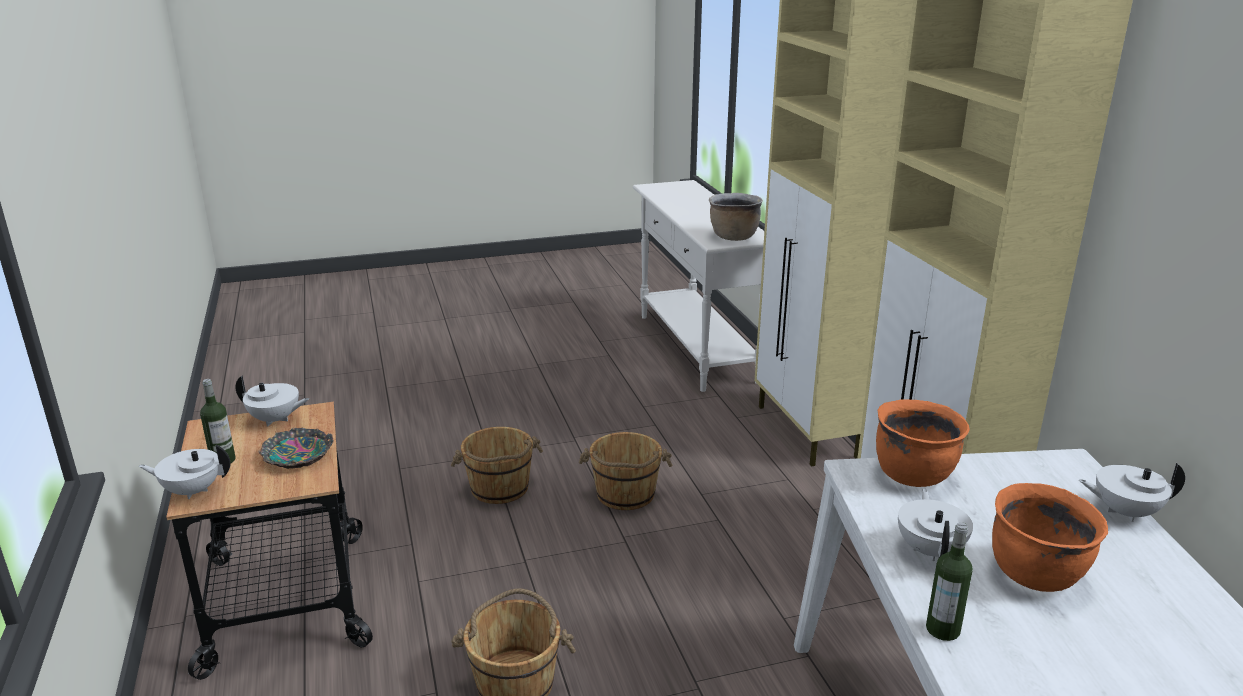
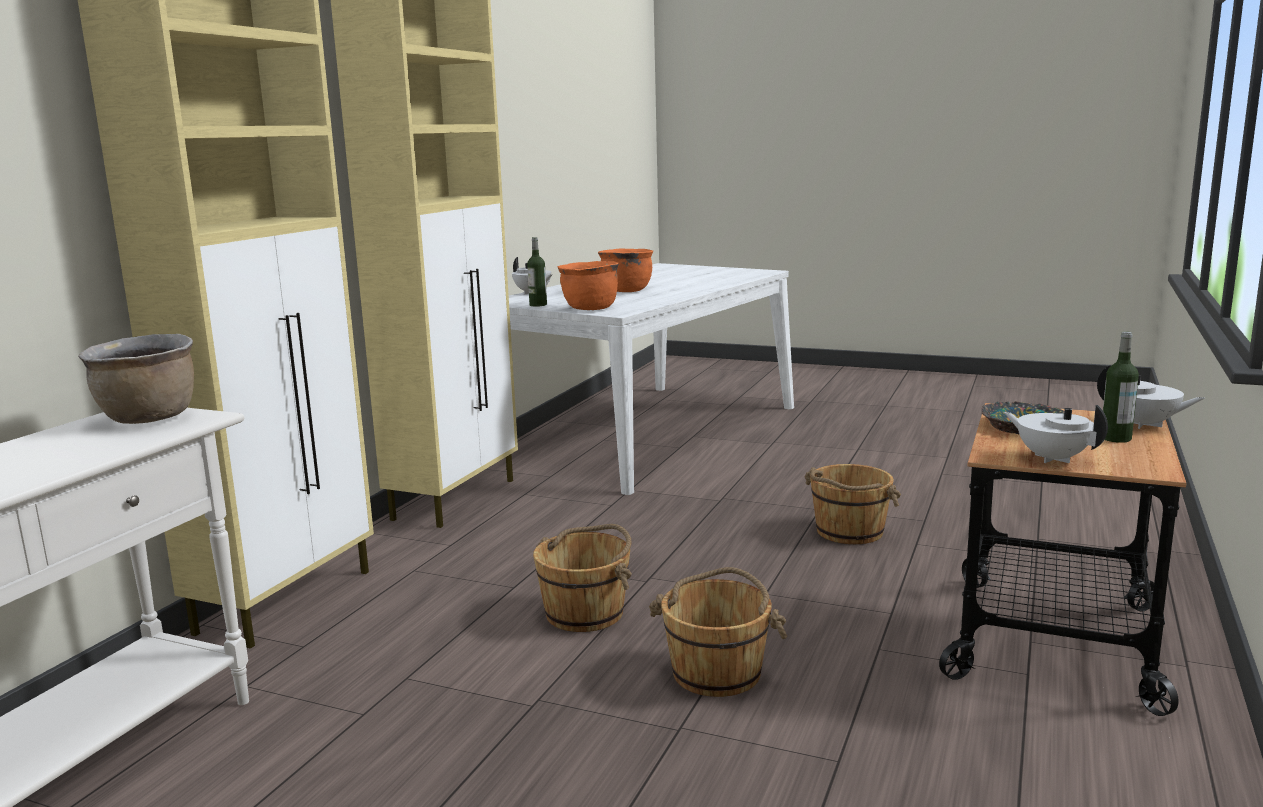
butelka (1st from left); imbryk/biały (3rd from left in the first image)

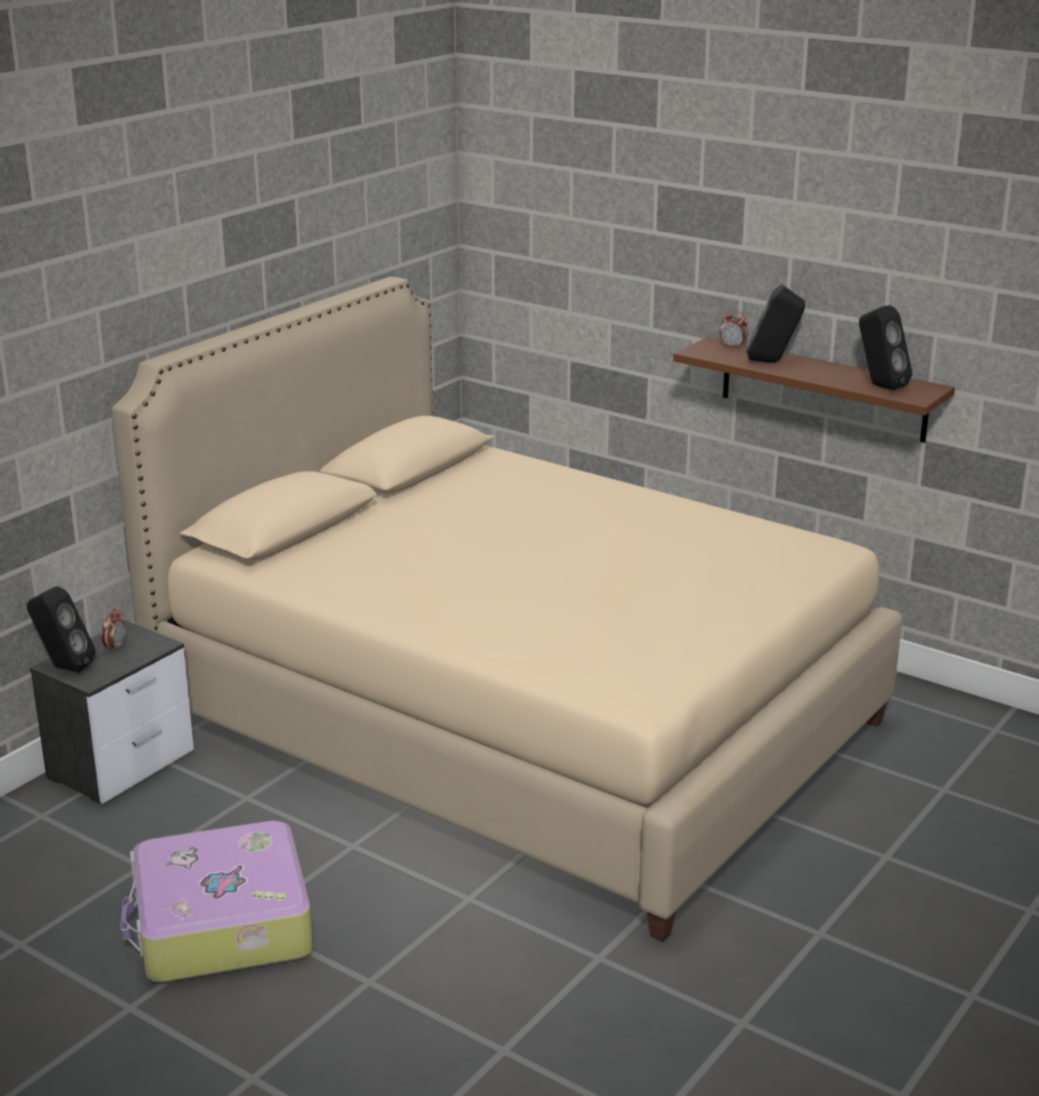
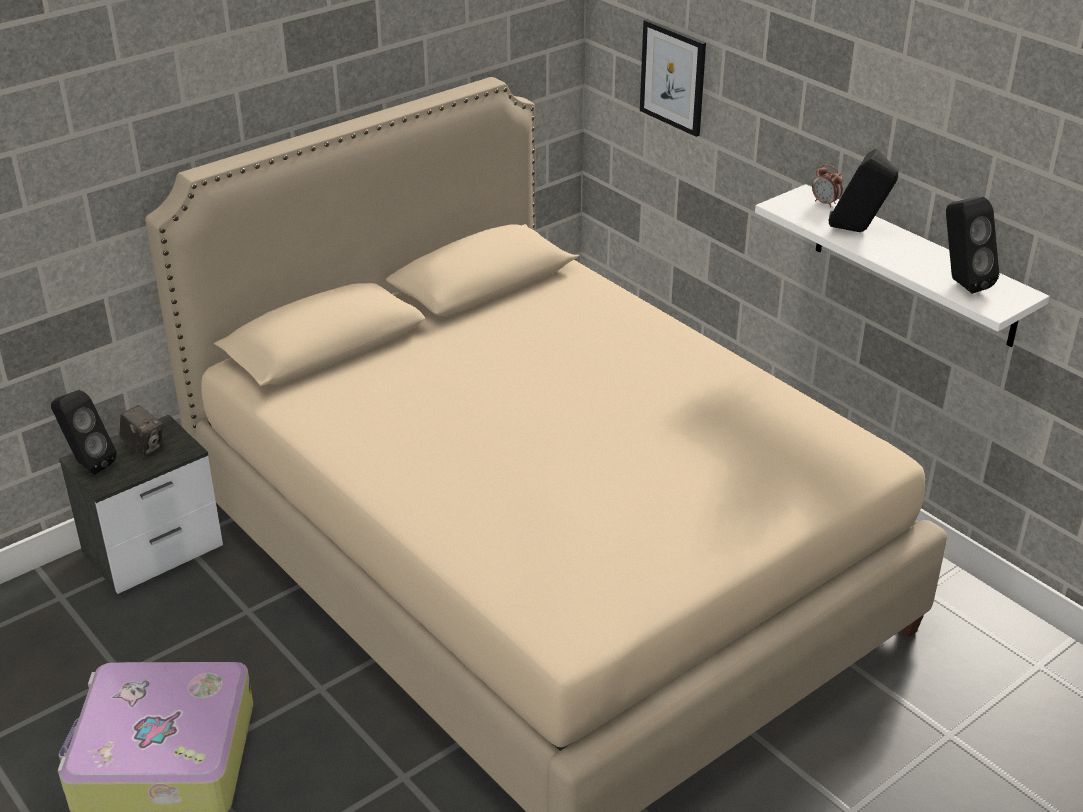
aparat fotograficzny; obraz; półka/biały

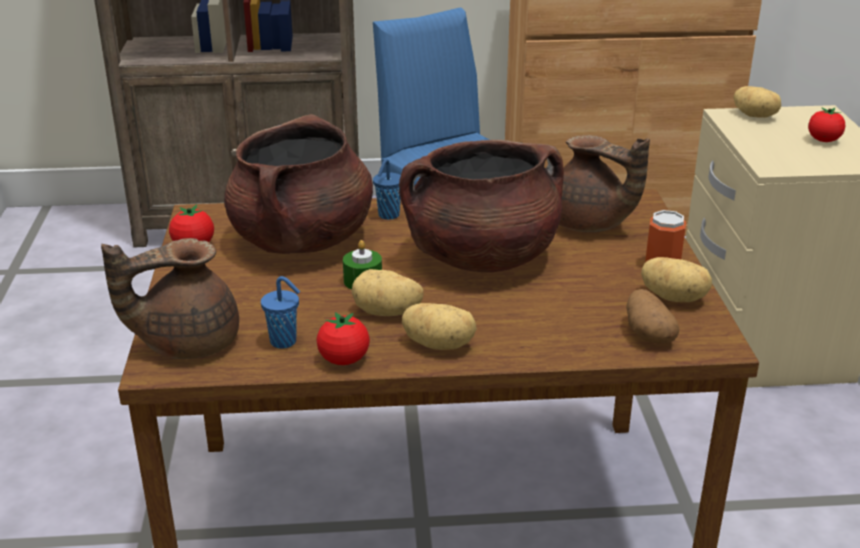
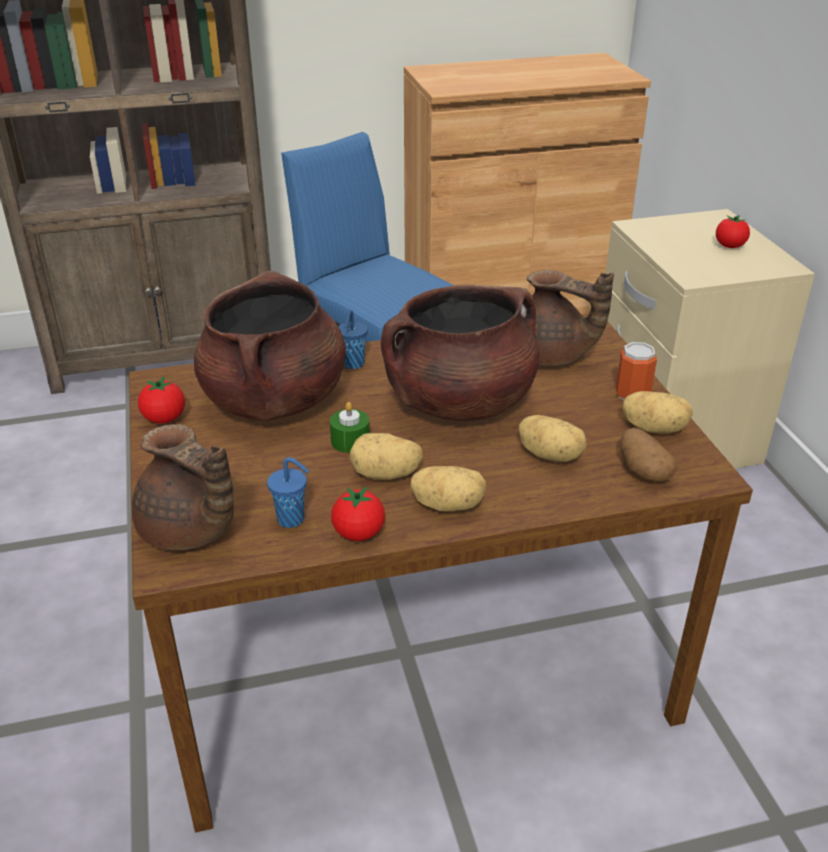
imbryk/brązowy (1st from left); ziemniak (3rd from left)

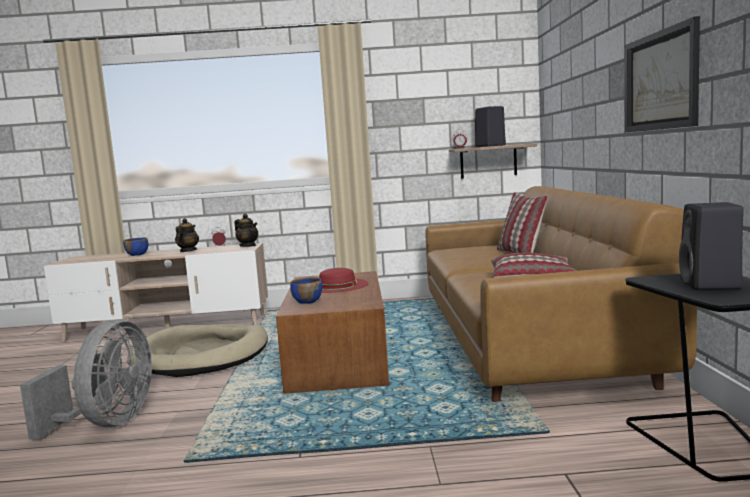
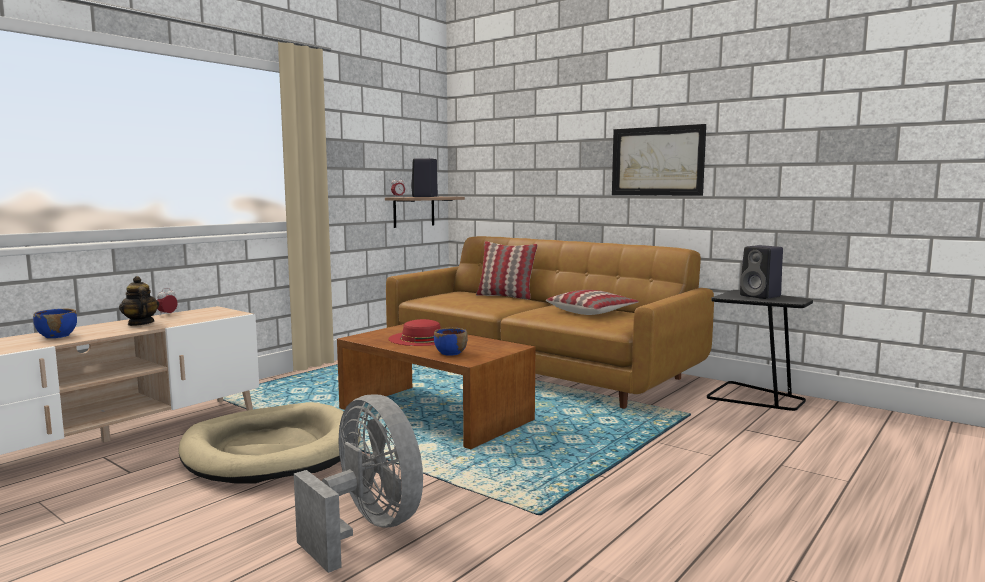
imbryk (2nd from left in the first image)

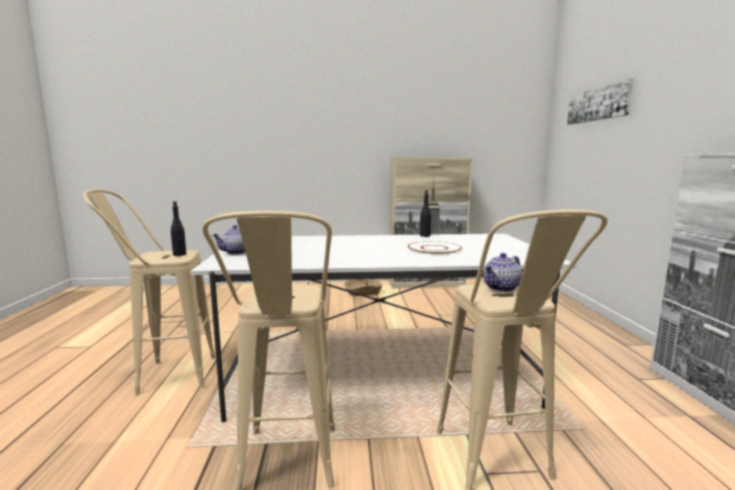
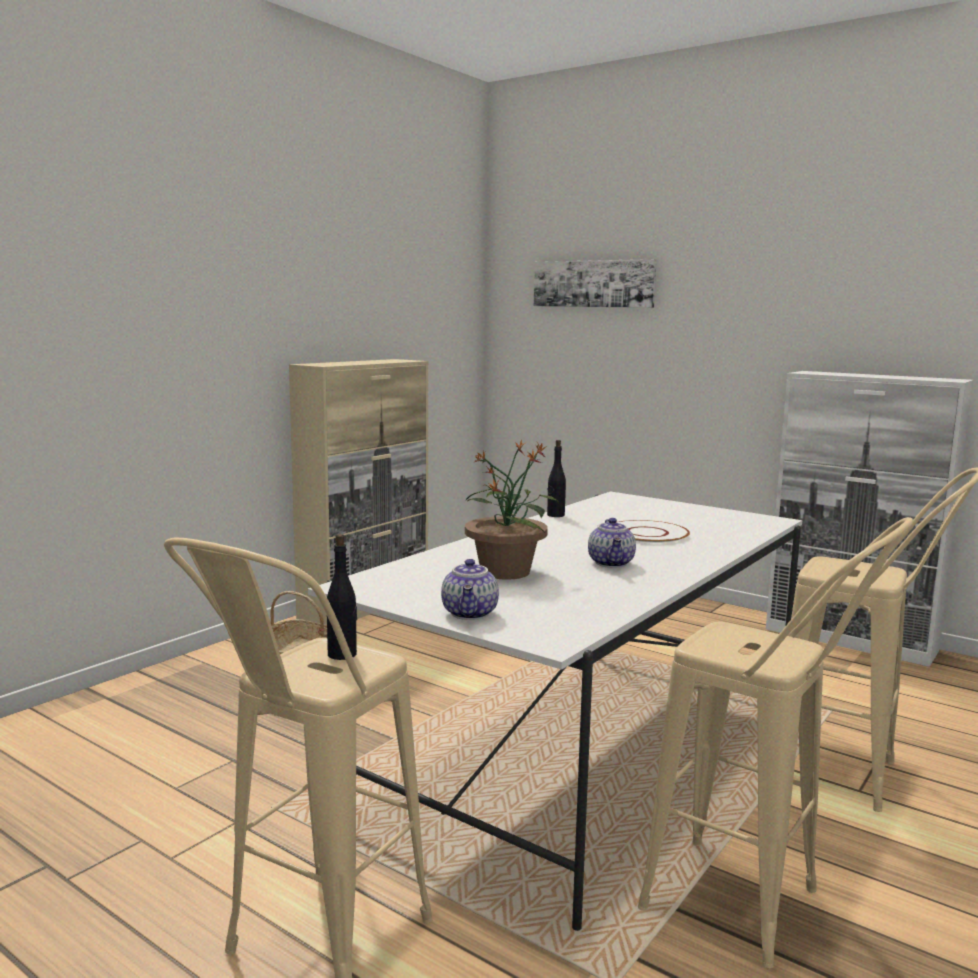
roślina doniczkowa; imbryk (2nd from left)

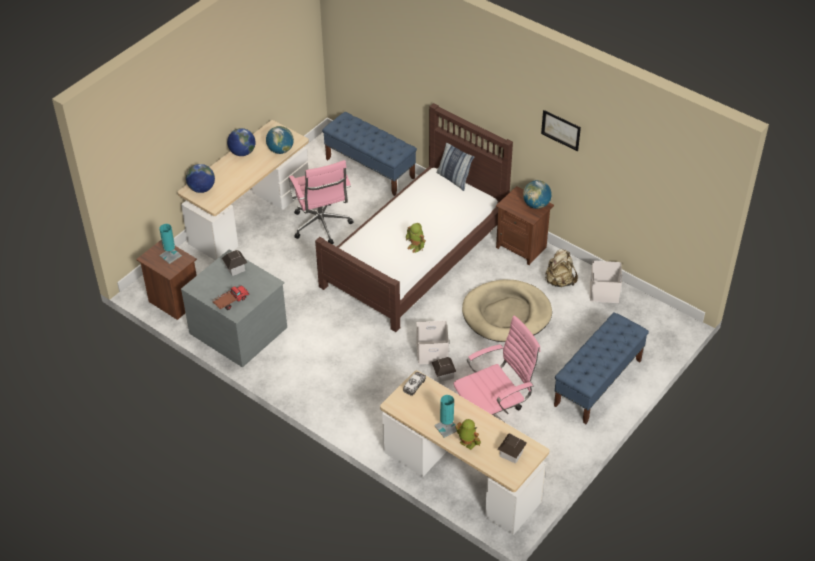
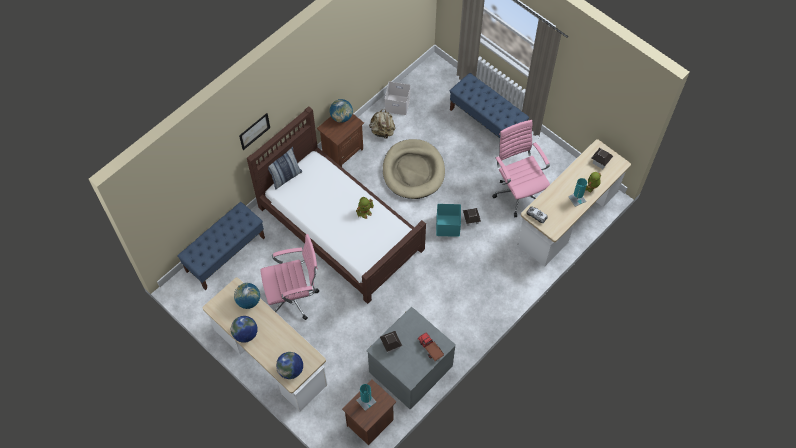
obraz; pojemnik do przechowywania/turkusowy

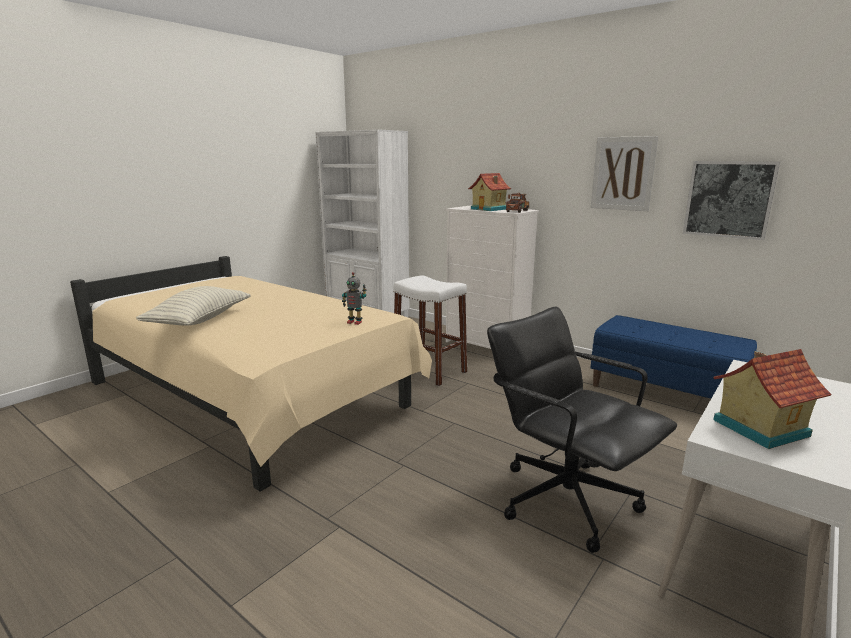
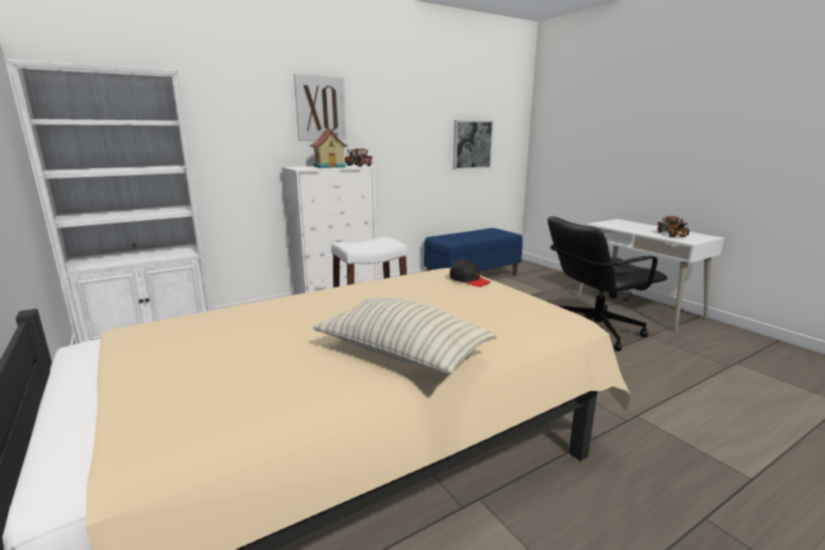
obraz (1st from left); czapka z daszkiem/czarny; ciężarówka zabawkowa (2nd from left)

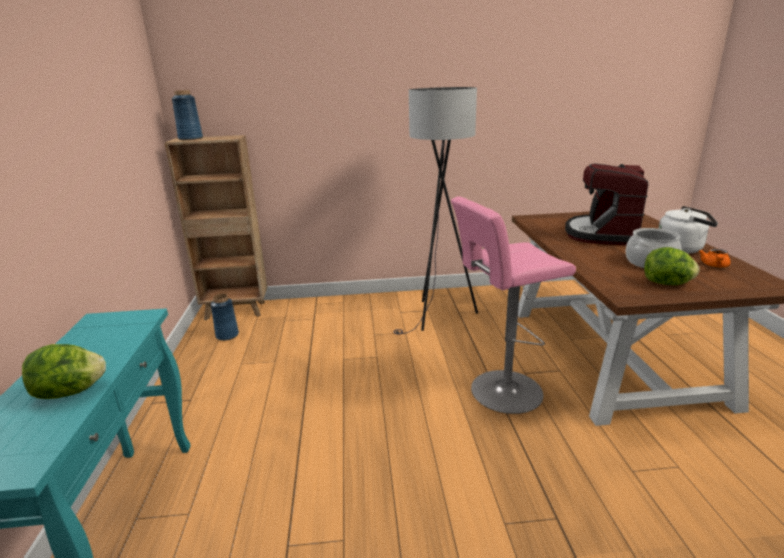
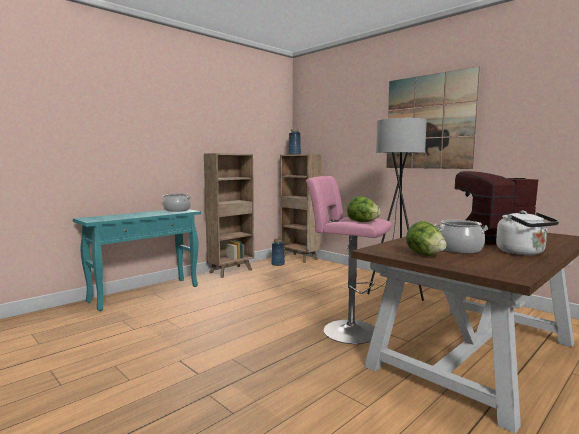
garnek (1st from left); regał/brązowy (1st from left); sałata (1st from left); obraz; imbryk/pomarańczowy

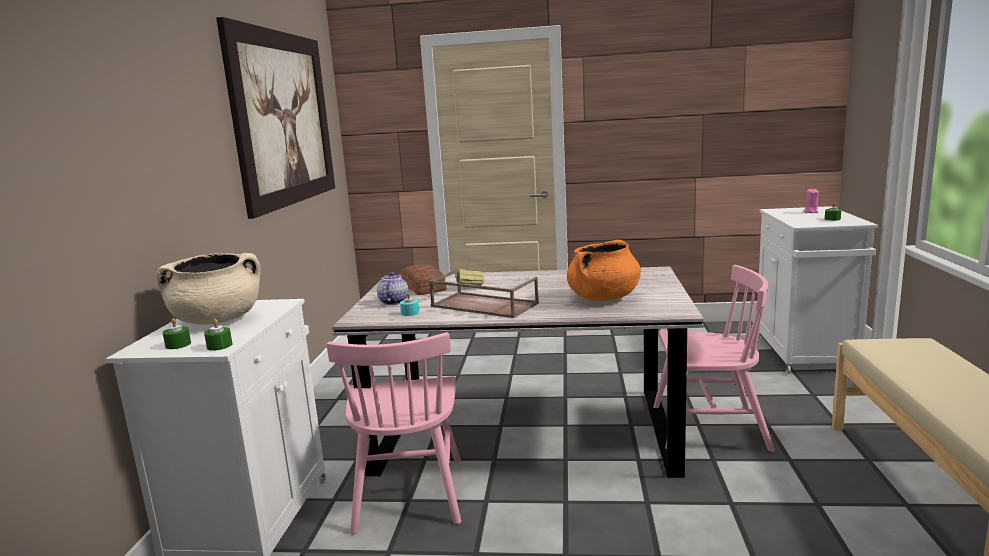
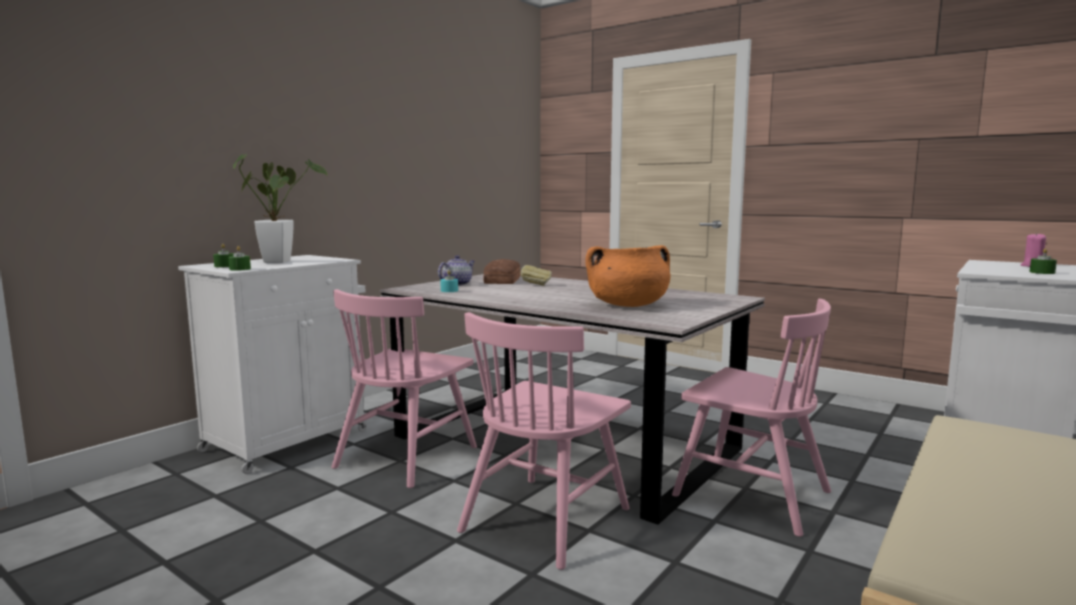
roślina doniczkowa; krzesło/różowy (2nd from left); obraz; taca/brązowy

